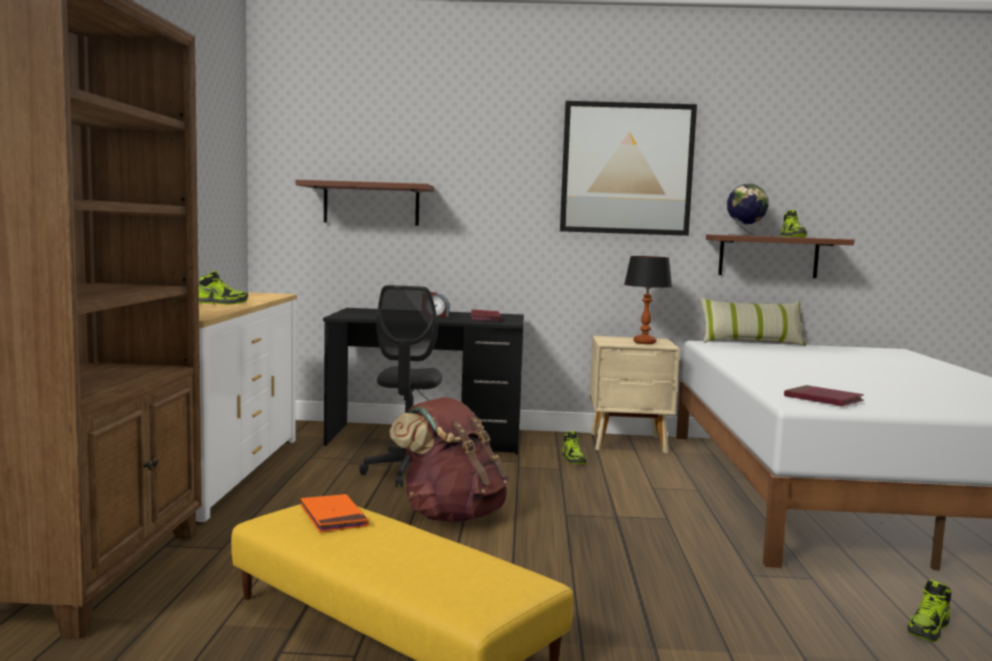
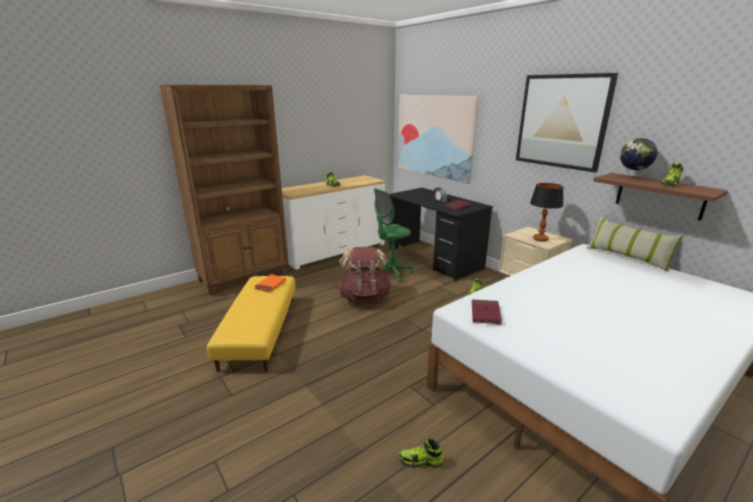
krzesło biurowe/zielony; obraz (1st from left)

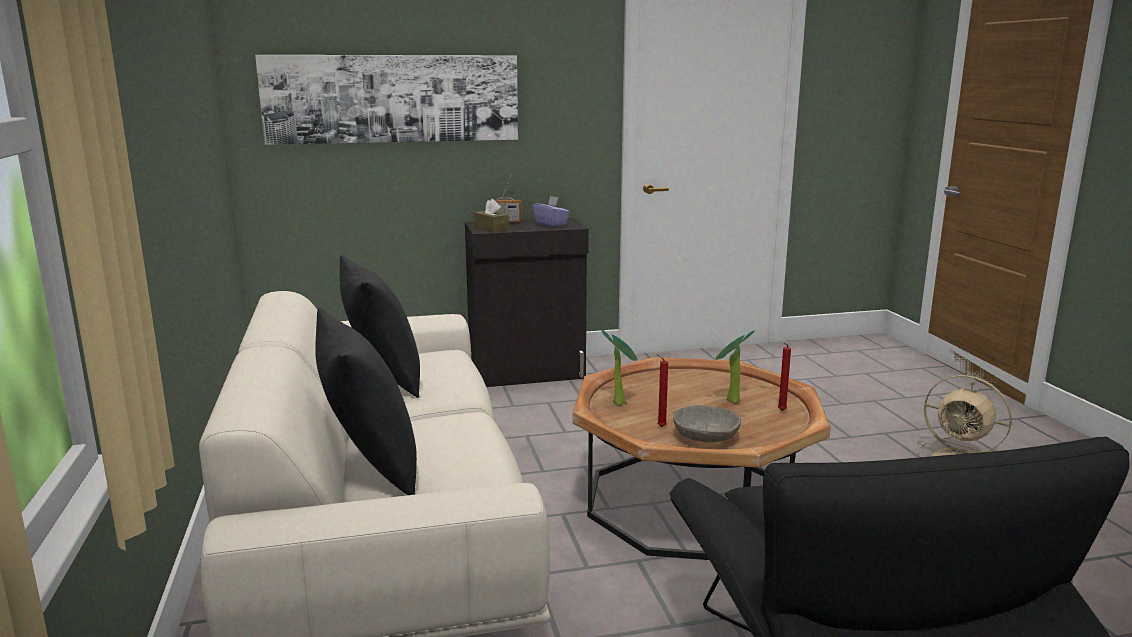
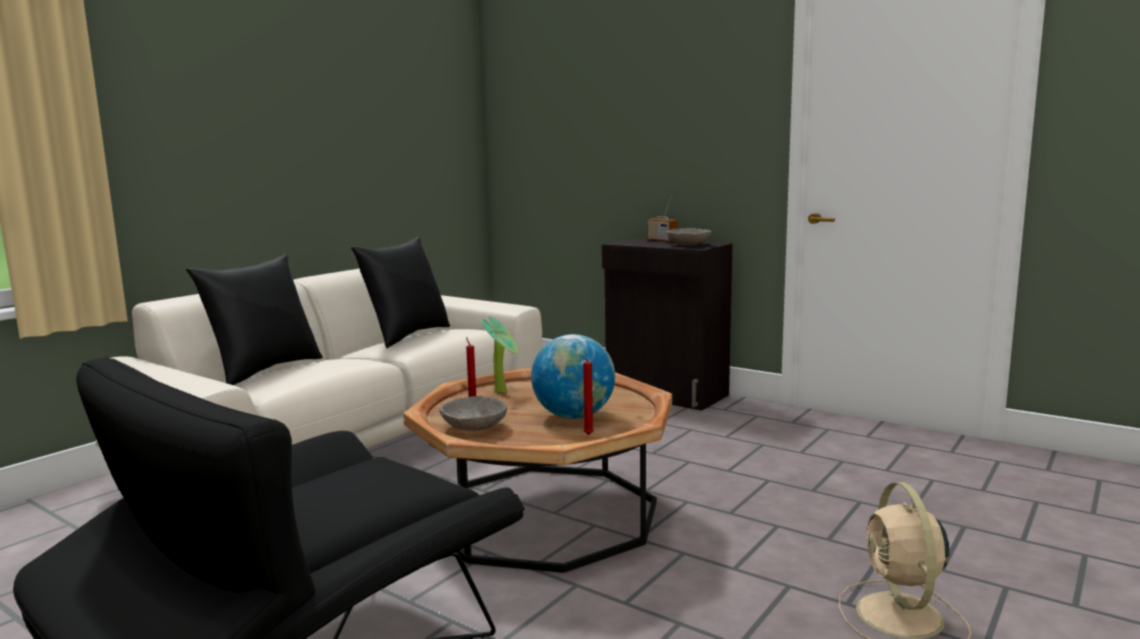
globus; miska/szary (2nd from left); obraz; pudełko chusteczek/brązowy

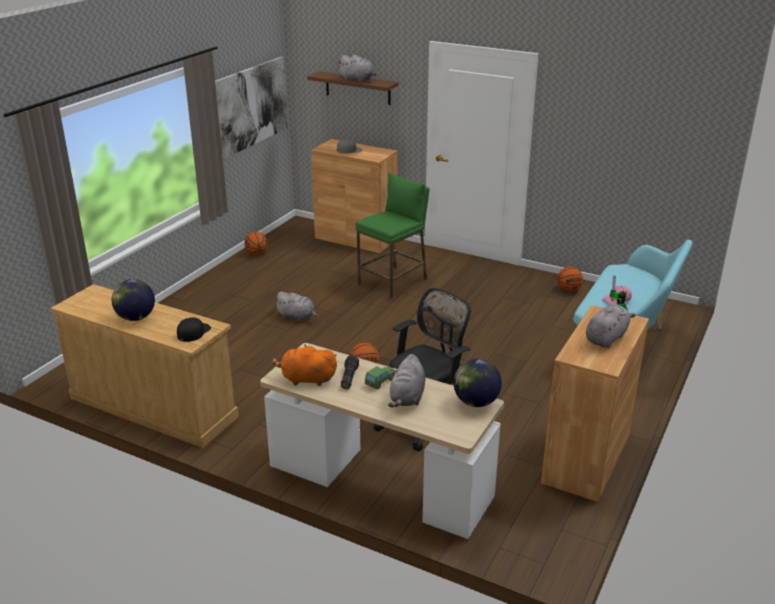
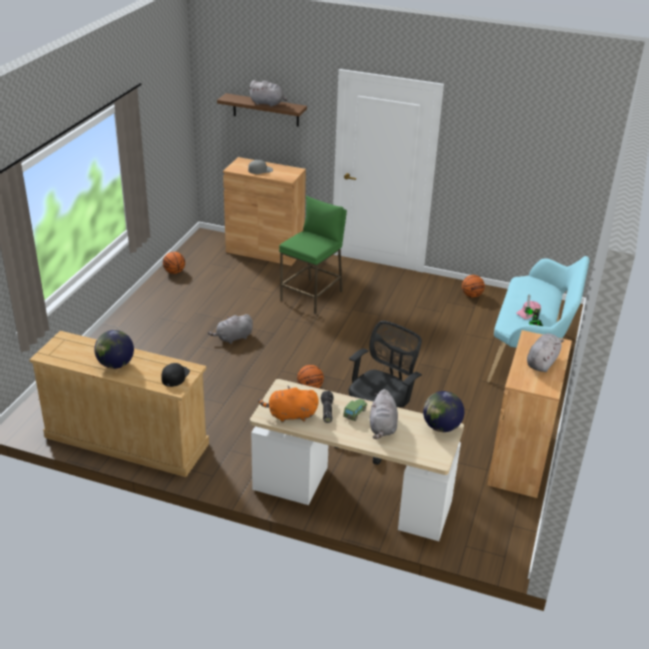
pluszak/szary (1st from left); obraz

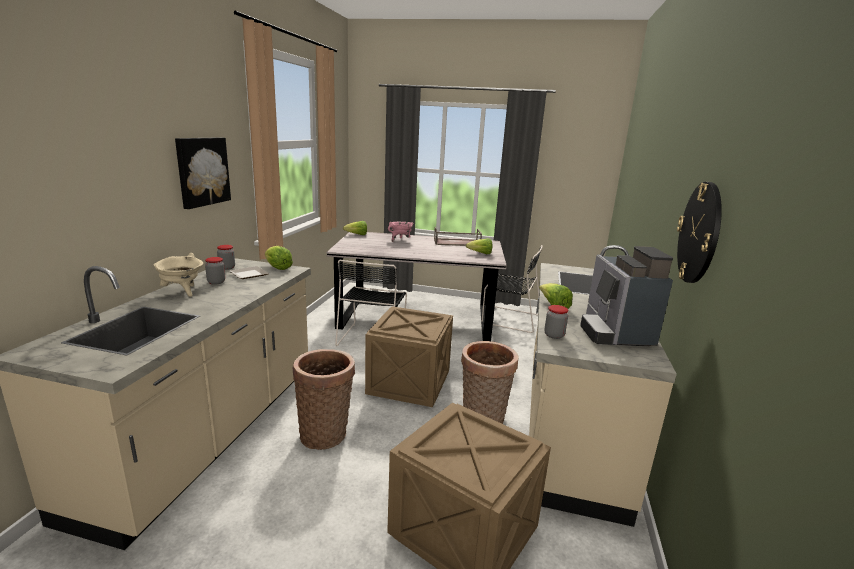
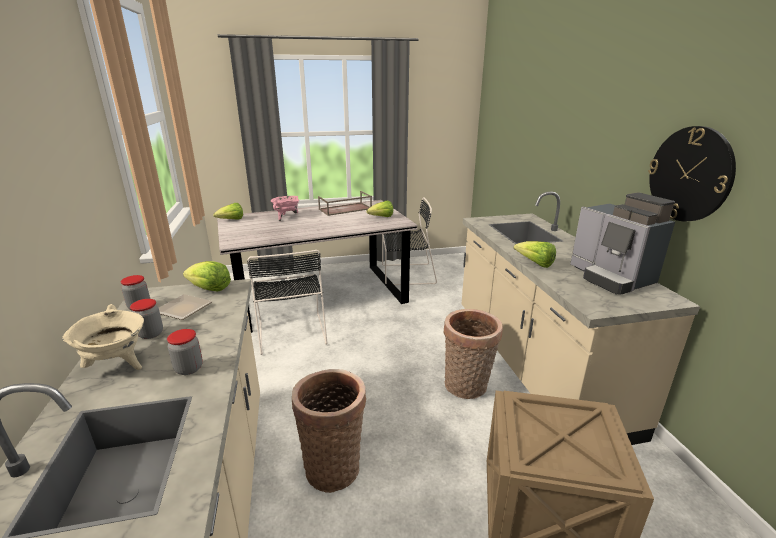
słoik (3rd from left); obraz; skrzynka (1st from left in the first image)

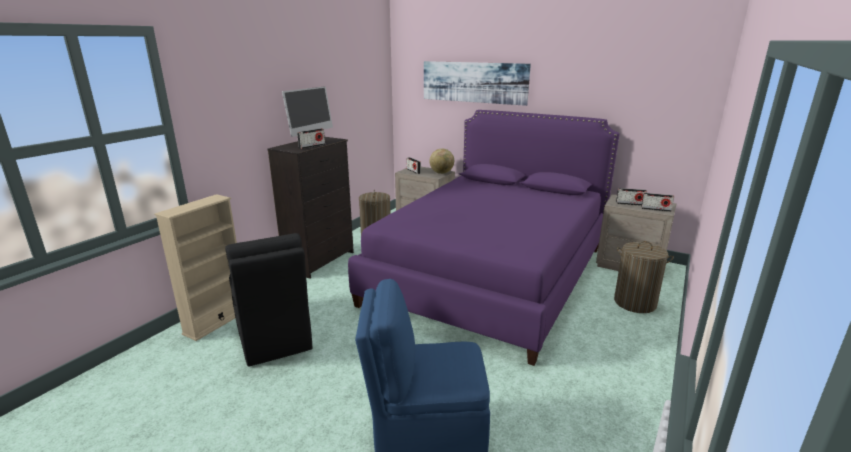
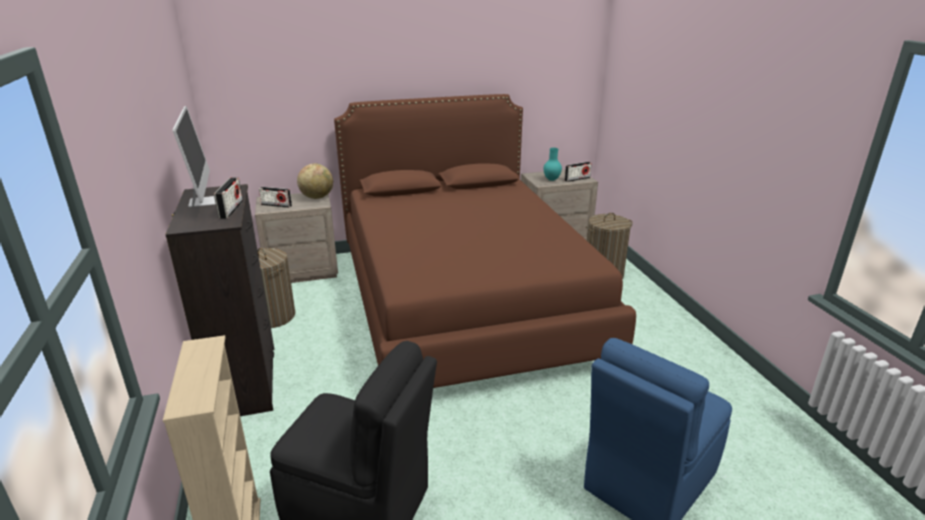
łóżko/brązowy; wazon/turkusowy; obraz

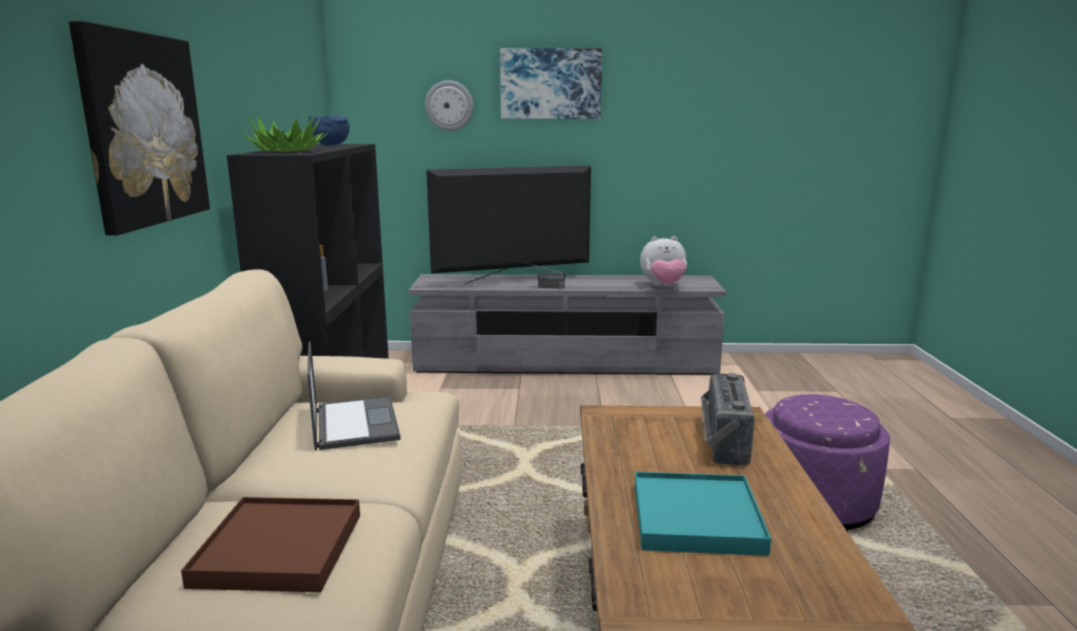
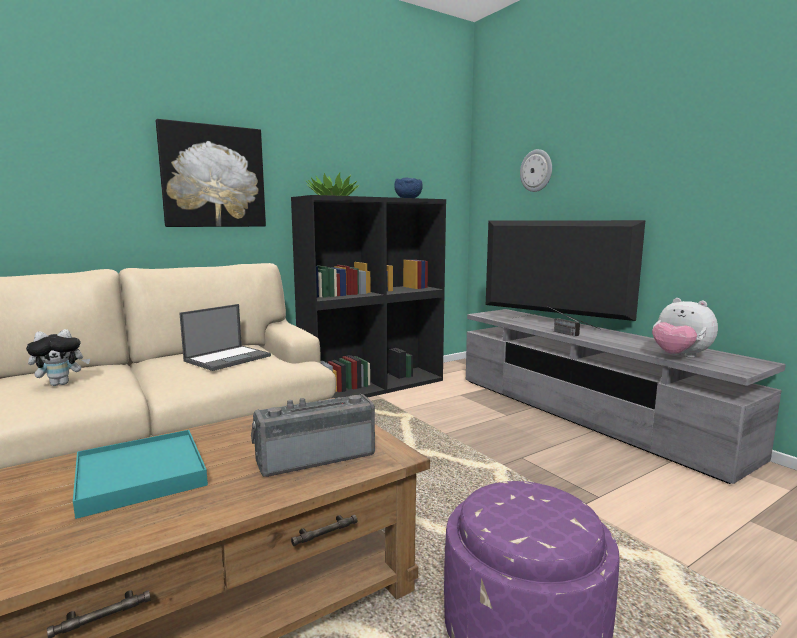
pluszak (1st from left); obraz (2nd from left in the first image)

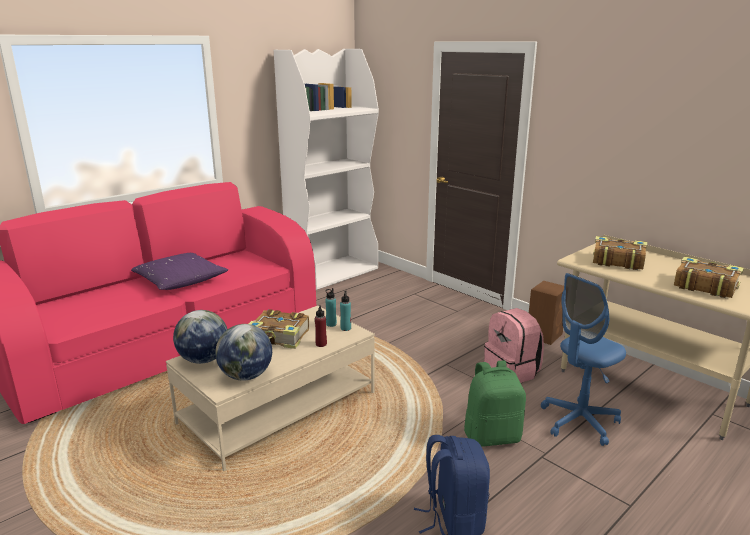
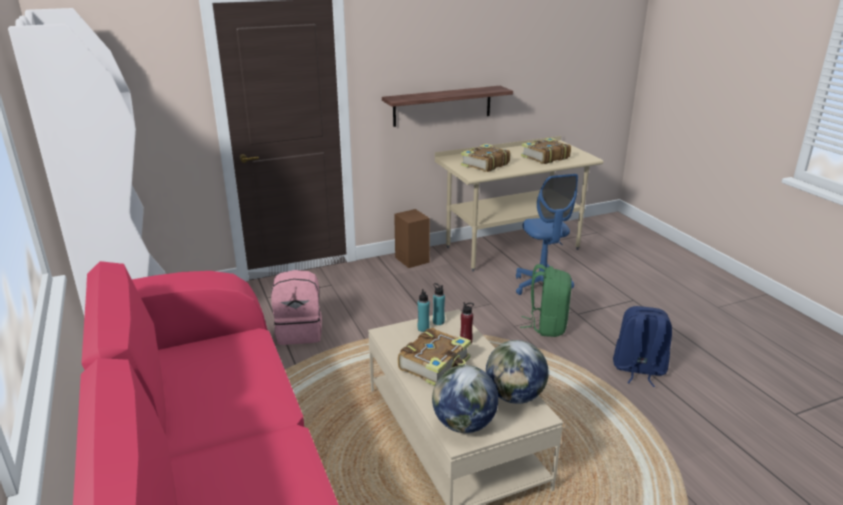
plecak/różowy; półka; poduszka/fioletowy

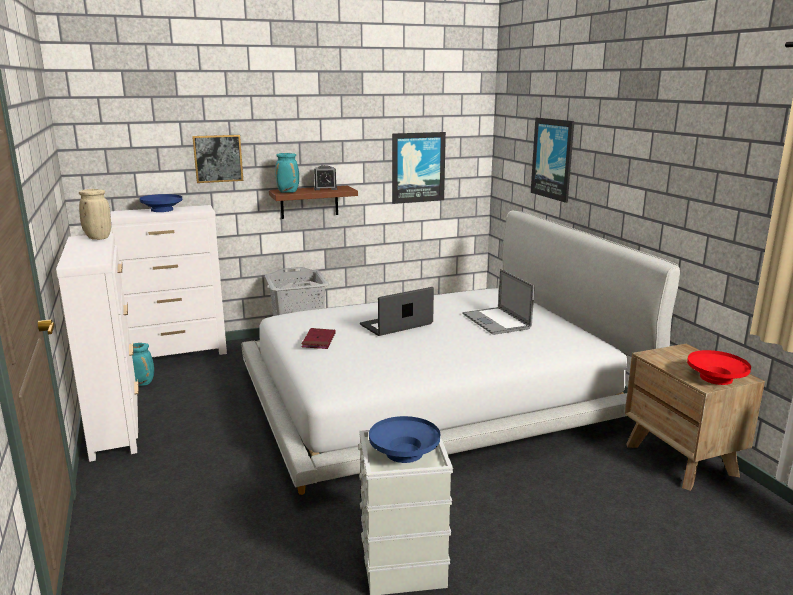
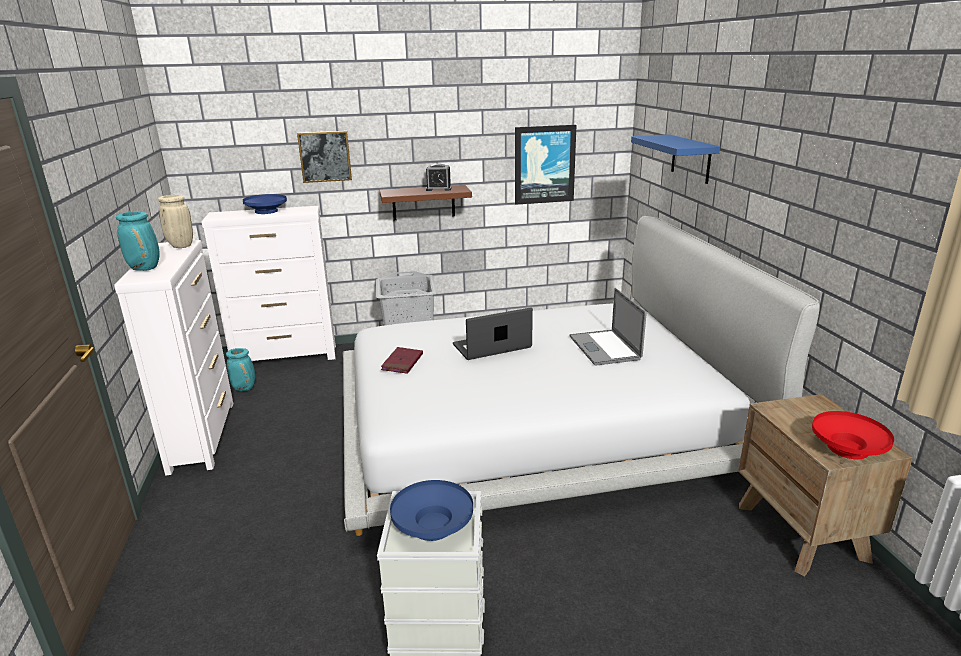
wazon/turkusowy (1st from left); półka/niebieski

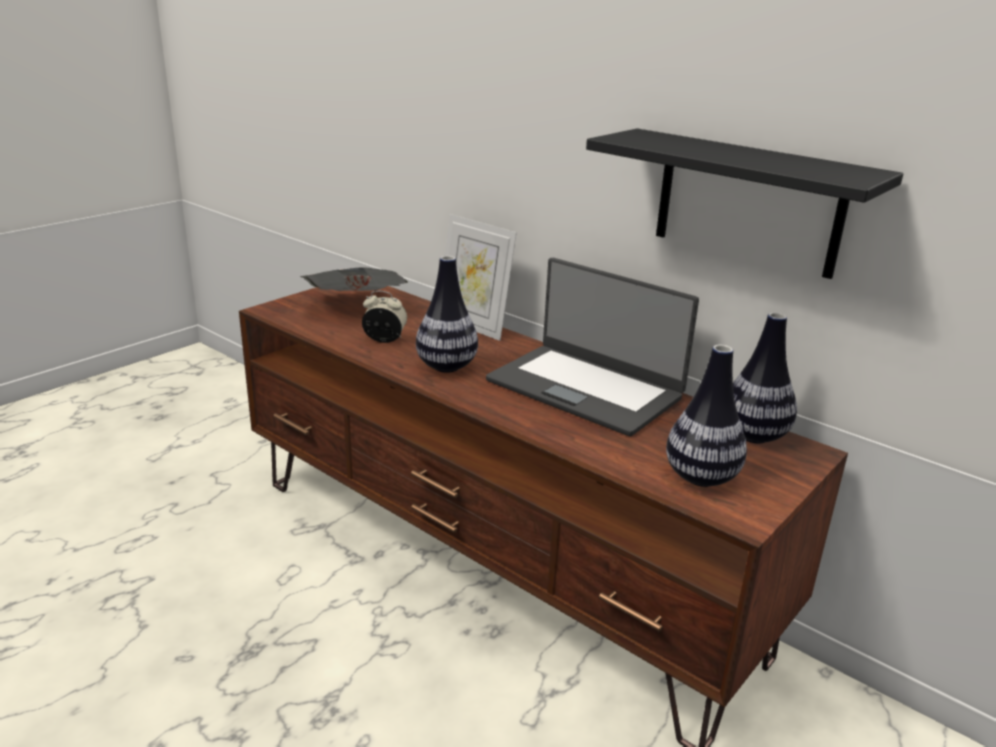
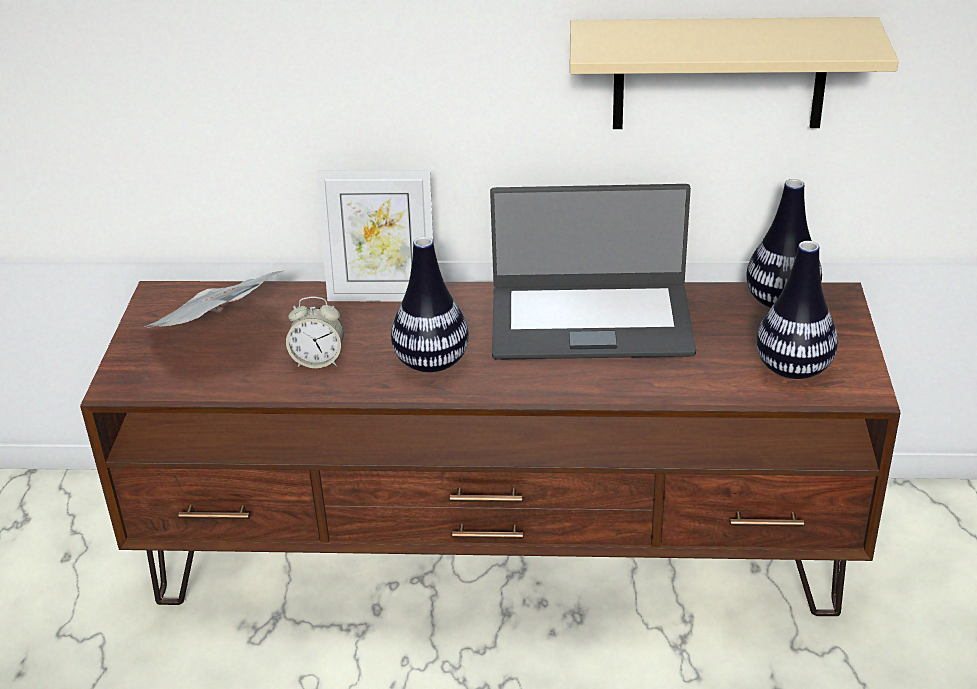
budzik; półka/beżowy

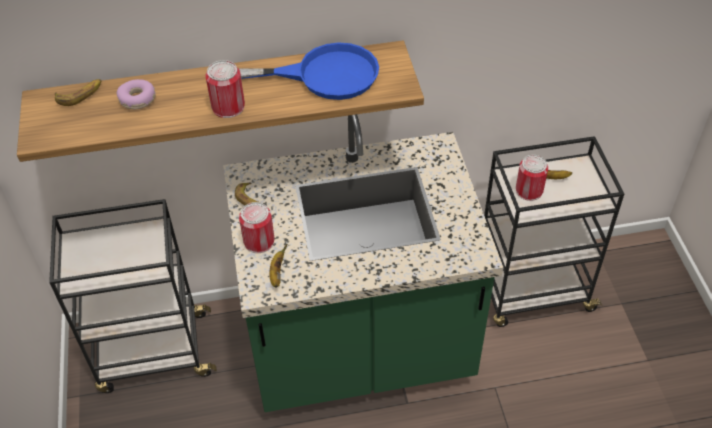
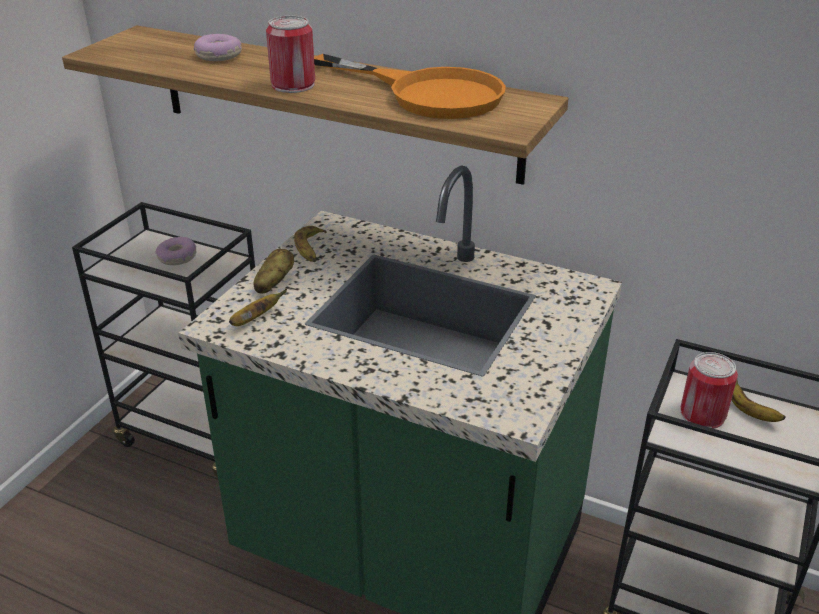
donut (1st from left); ziemniak; patelnia/pomarańczowy; banan (1st from left in the first image)

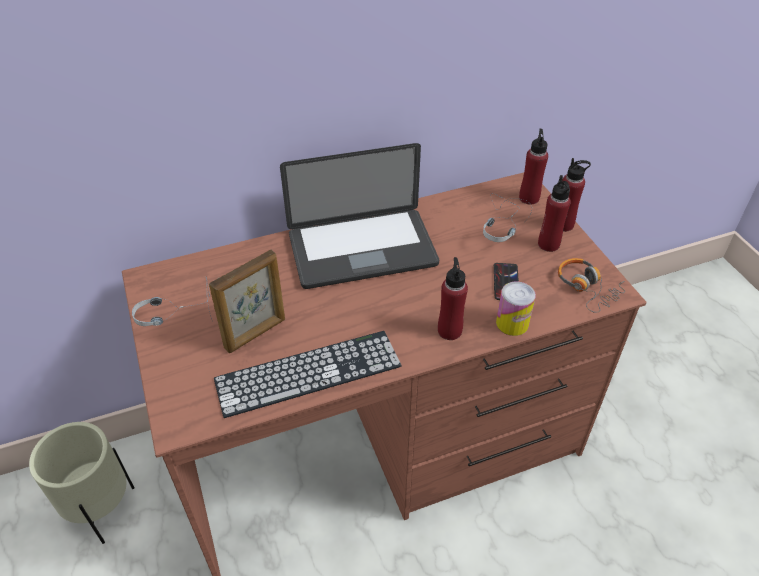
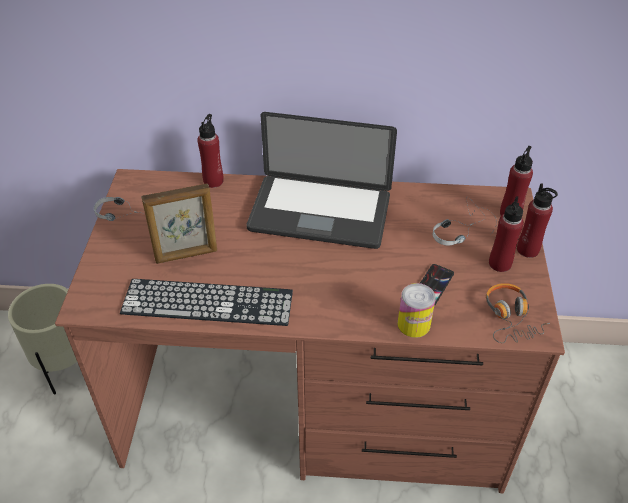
butelka/czerwony (1st from left)

